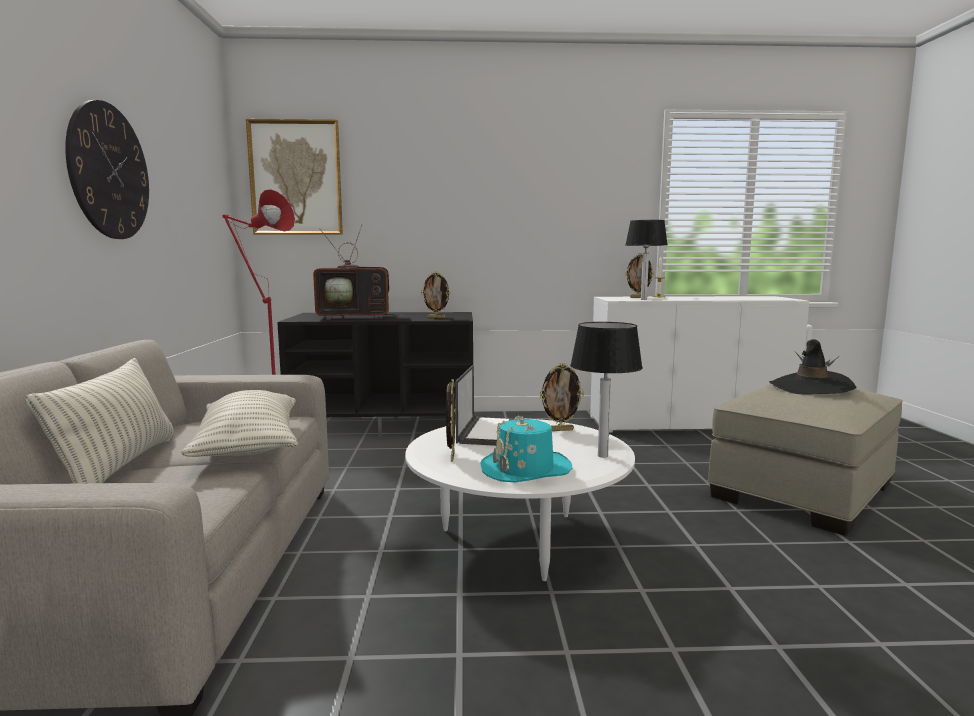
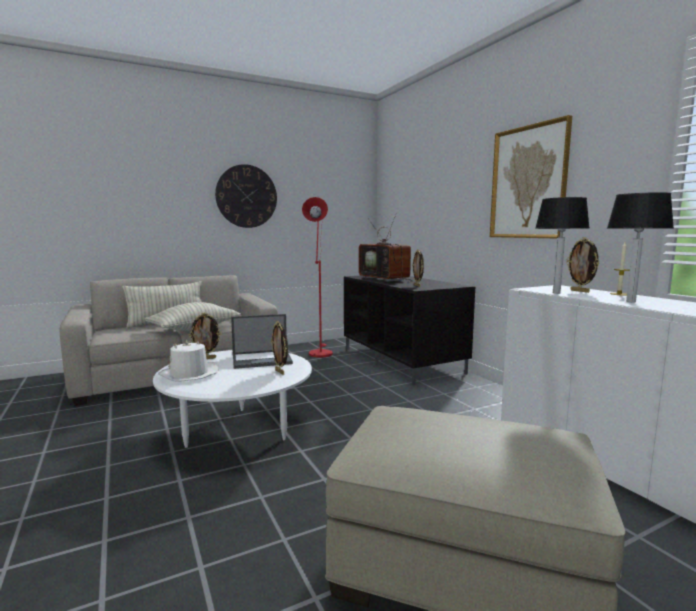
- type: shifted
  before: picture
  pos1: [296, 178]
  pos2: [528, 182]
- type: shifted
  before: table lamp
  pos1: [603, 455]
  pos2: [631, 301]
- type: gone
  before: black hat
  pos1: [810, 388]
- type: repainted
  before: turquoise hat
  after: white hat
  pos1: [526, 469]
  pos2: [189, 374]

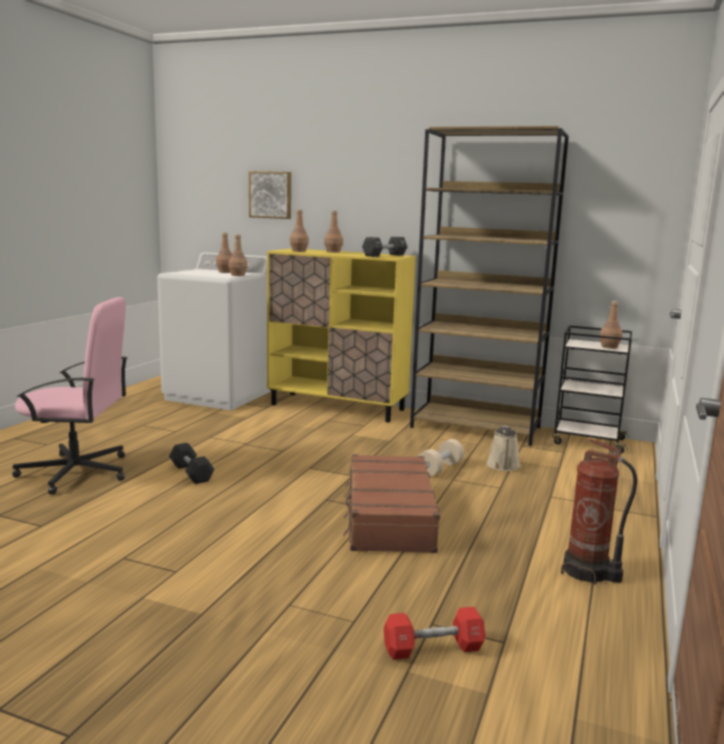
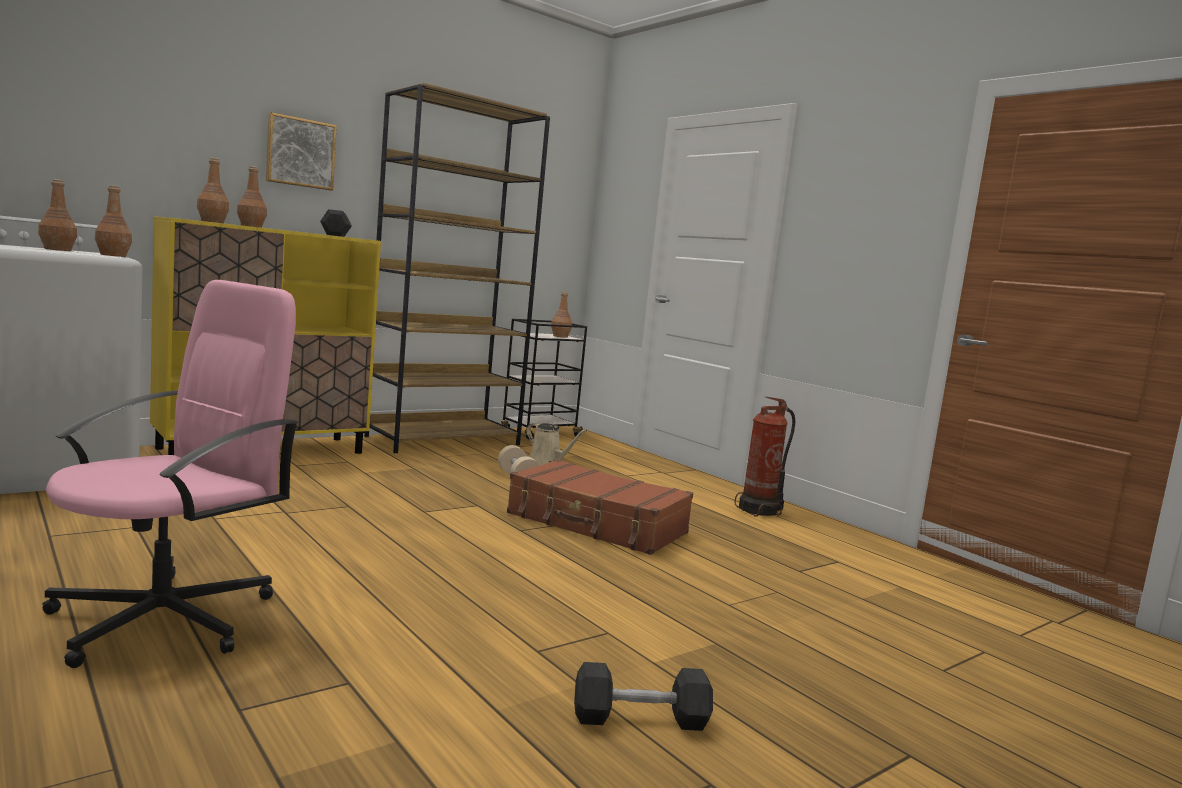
- type: shifted
  before: picture
  pos1: [271, 195]
  pos2: [300, 152]
- type: shifted
  before: black dumbbell
  pos1: [191, 473]
  pos2: [640, 719]
- type: gone
  before: red dumbbell
  pos1: [433, 648]

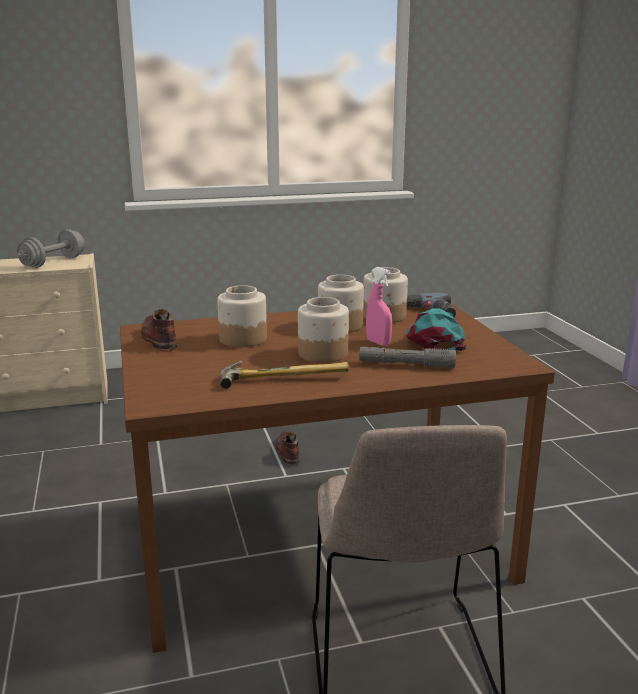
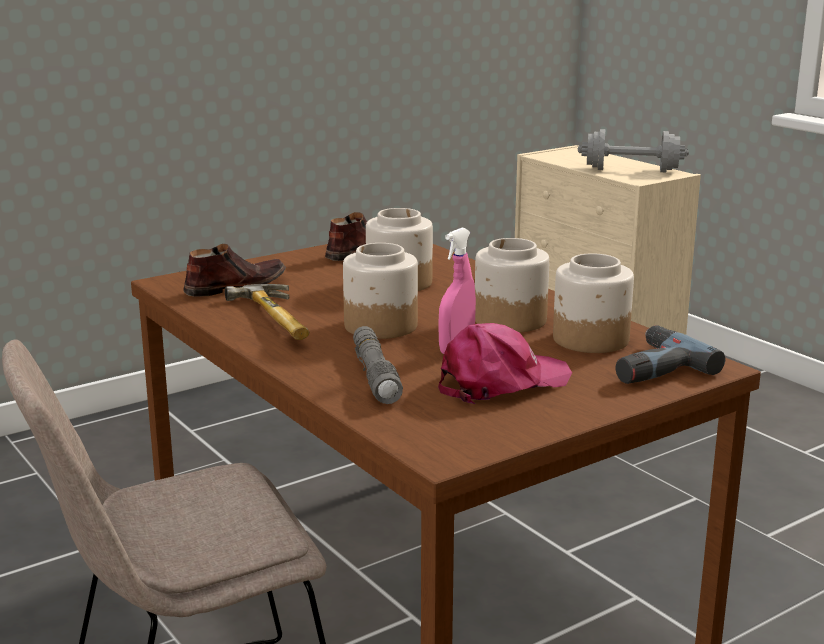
- type: repainted
  before: turquoise cap
  after: pink cap
  pos1: [434, 341]
  pos2: [500, 382]
- type: shifted
  before: brown shoe
  pos1: [287, 452]
  pos2: [235, 286]

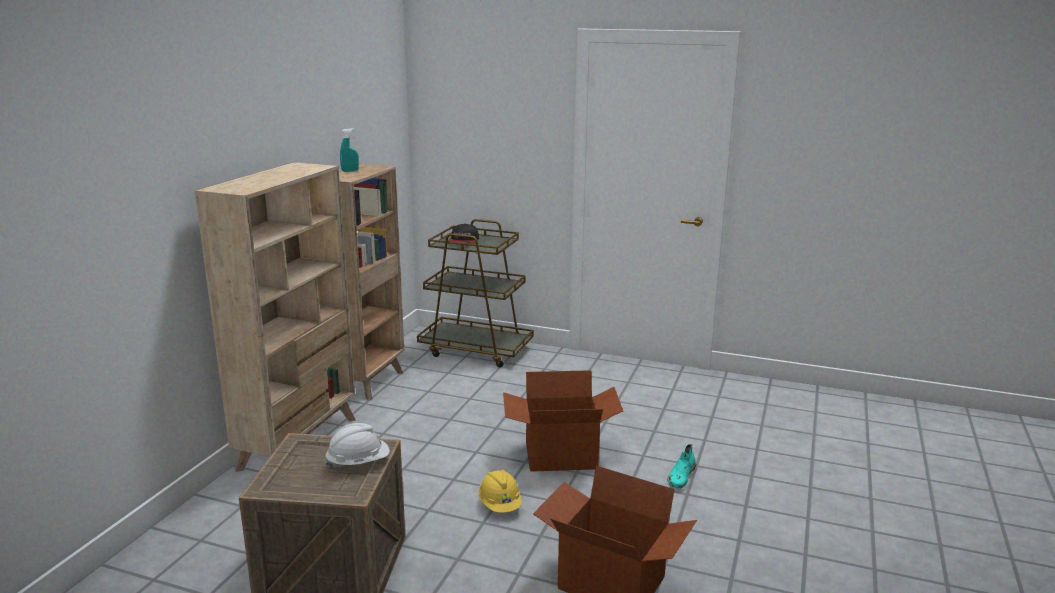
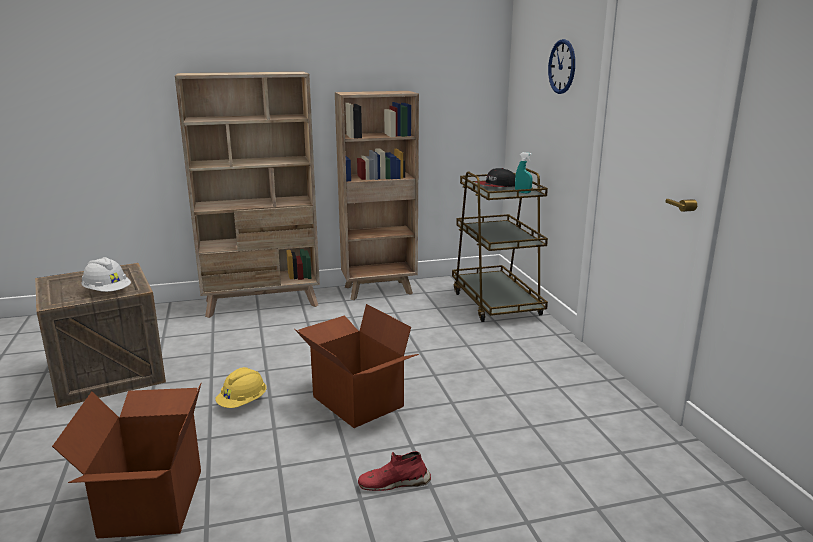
- type: shifted
  before: turquoise spray bottle
  pos1: [350, 171]
  pos2: [522, 192]
- type: repainted
  before: turquoise shoe
  after: red shoe
  pos1: [681, 476]
  pos2: [394, 483]
- type: new
  after: wall clock
  pos2: [562, 66]

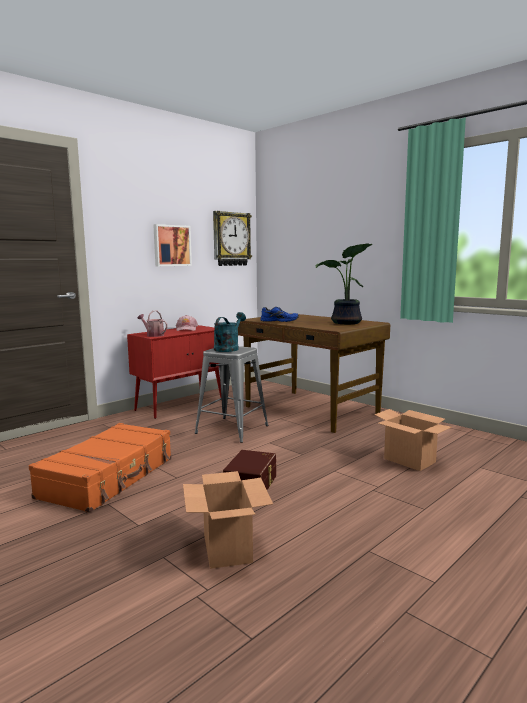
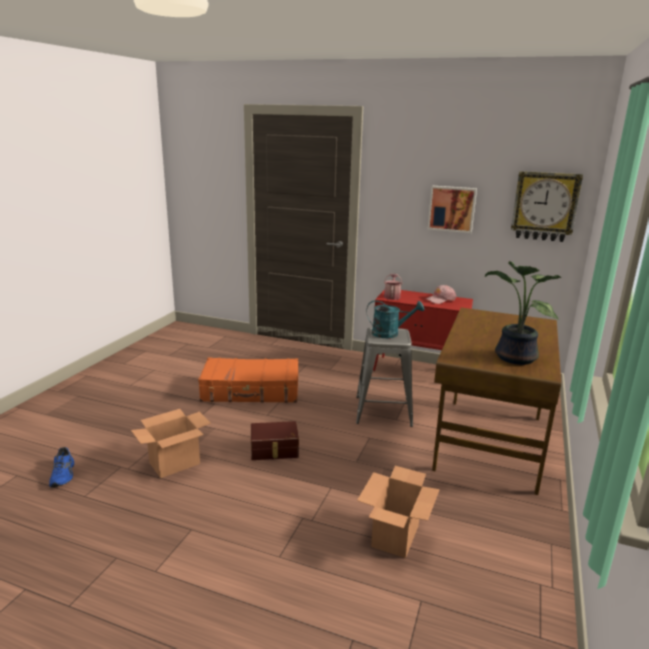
- type: shifted
  before: blue shoe
  pos1: [279, 321]
  pos2: [64, 475]

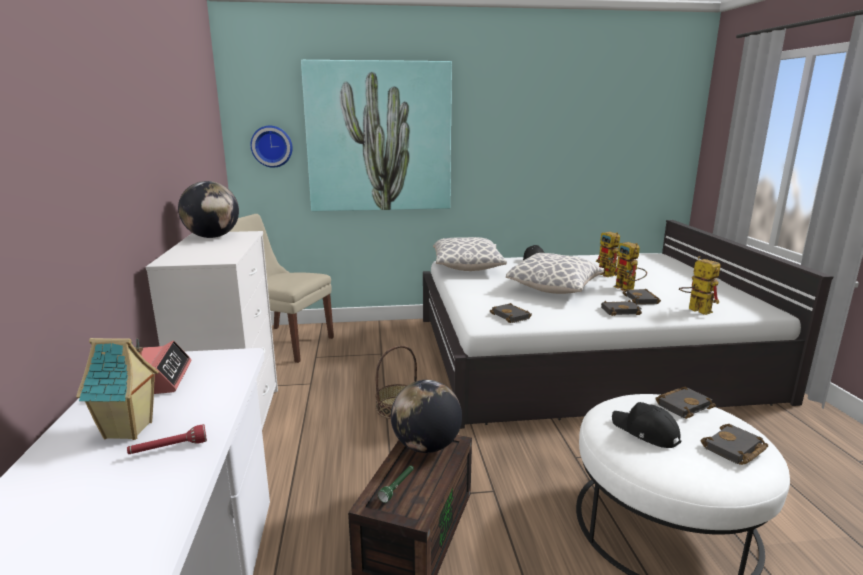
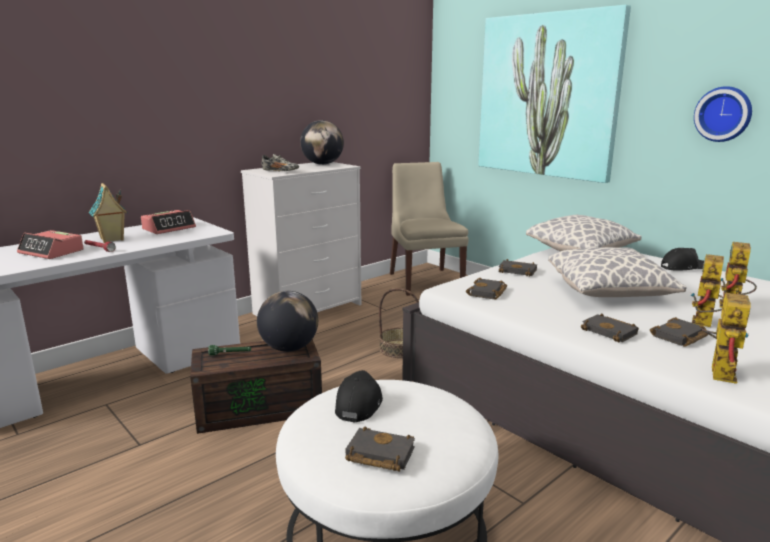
- type: shifted
  before: wall clock
  pos1: [272, 146]
  pos2: [723, 114]
- type: shifted
  before: black book
  pos1: [683, 405]
  pos2: [518, 271]
- type: new
  after: shoe
  pos2: [280, 171]
- type: new
  after: alarm clock
  pos2: [51, 252]

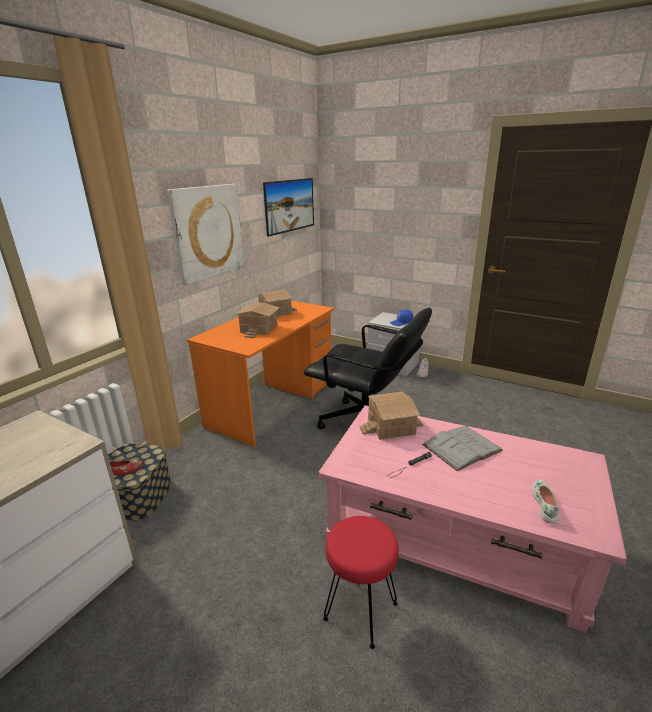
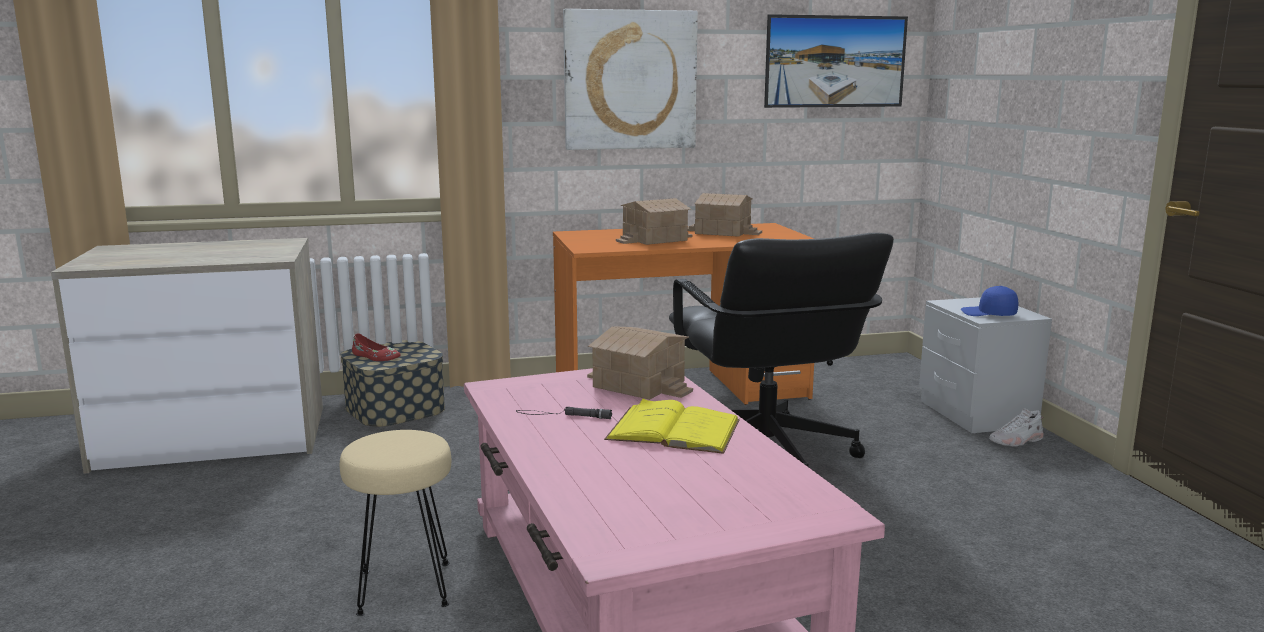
- type: repainted
  before: grey book
  after: yellow book
  pos1: [462, 447]
  pos2: [673, 430]
- type: gone
  before: white shoe
  pos1: [545, 504]
- type: repainted
  before: red stool
  after: beige stool
  pos1: [360, 610]
  pos2: [405, 587]

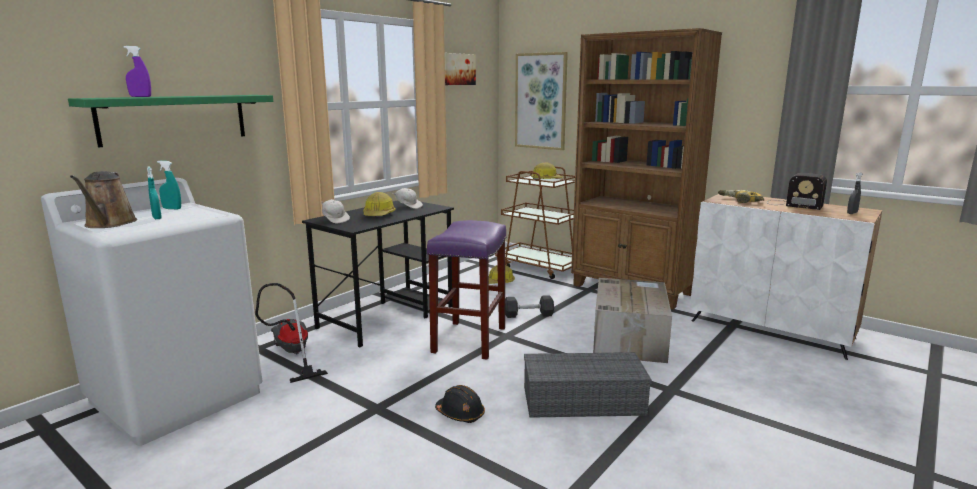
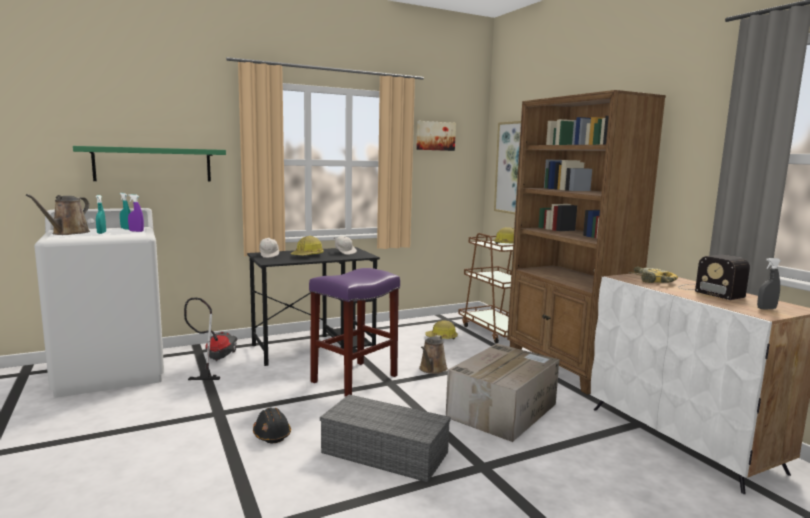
- type: shifted
  before: purple spray bottle
  pos1: [140, 96]
  pos2: [136, 231]
- type: swapped
  before: grey dumbbell
  after: brown watering can
  pos1: [528, 315]
  pos2: [432, 369]

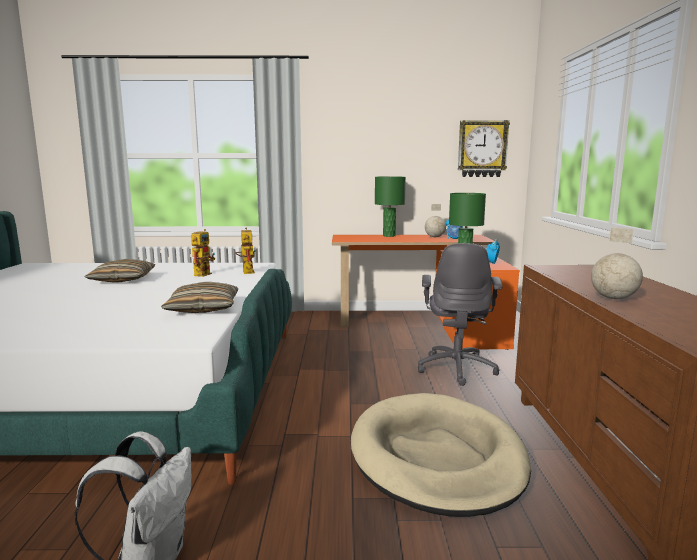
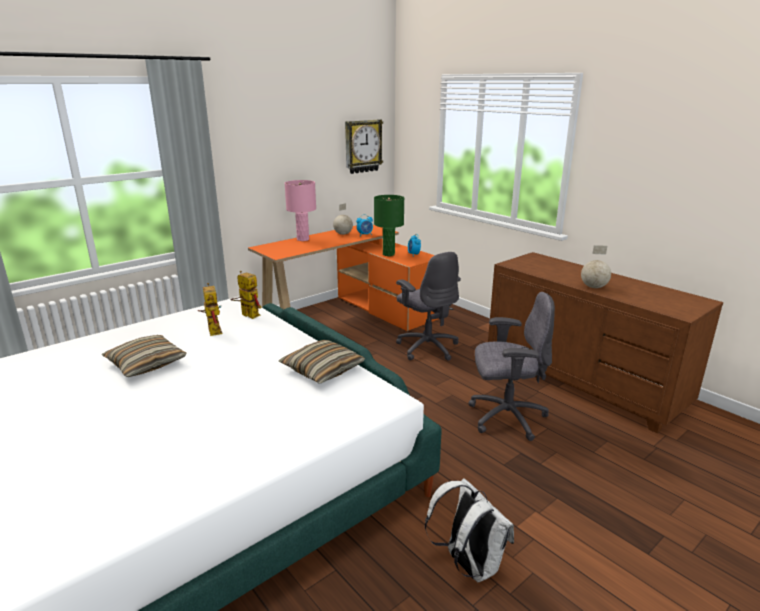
- type: repainted
  before: green table lamp
  after: pink table lamp
  pos1: [389, 236]
  pos2: [303, 239]
- type: swapped
  before: beige dog bed
  after: grey office chair
  pos1: [437, 457]
  pos2: [505, 417]

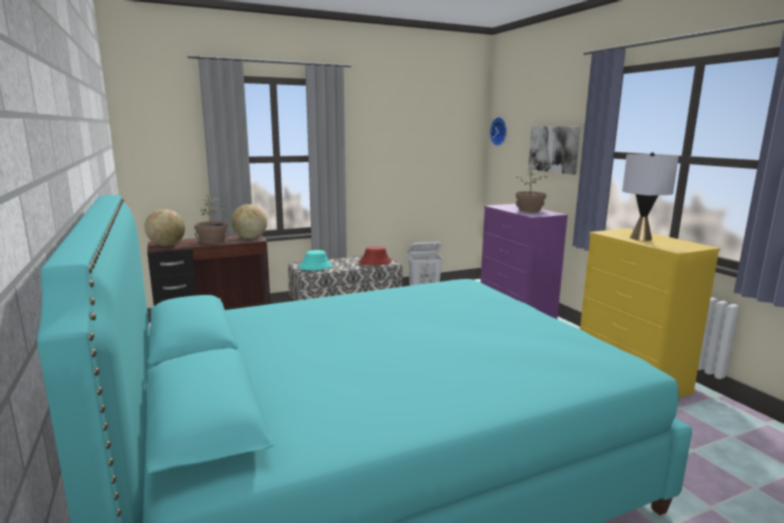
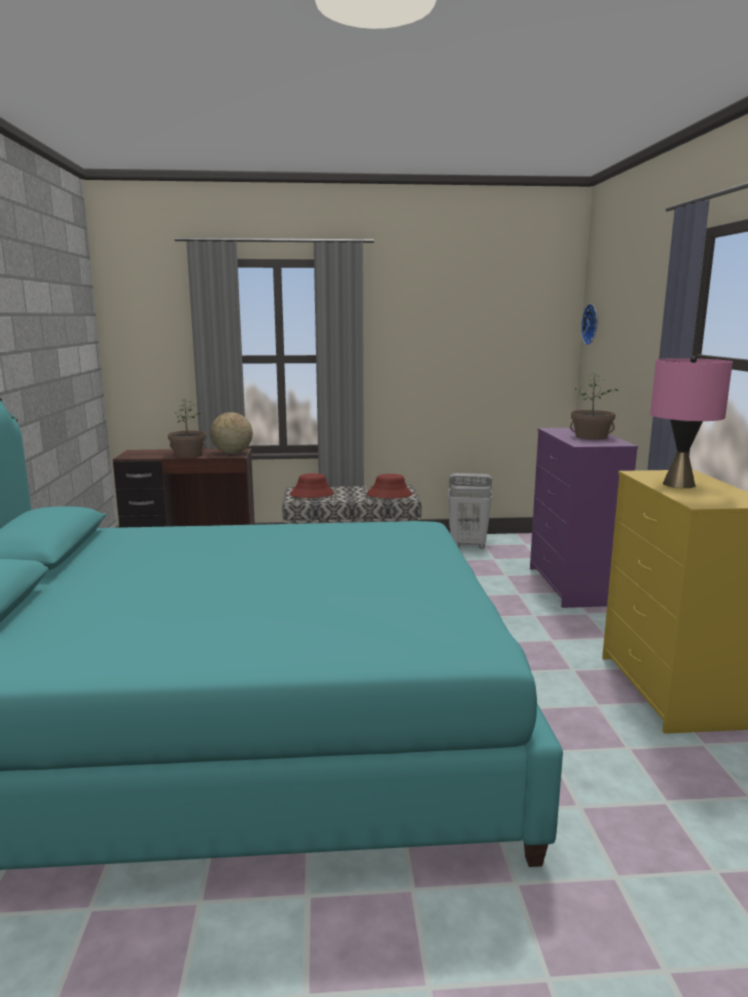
- type: gone
  before: picture
  pos1: [554, 149]
- type: repainted
  before: grey table lamp
  after: pink table lamp
  pos1: [640, 238]
  pos2: [678, 484]
- type: gone
  before: globe
  pos1: [167, 245]
- type: repainted
  before: turquoise hat
  after: red hat
  pos1: [315, 267]
  pos2: [312, 494]

